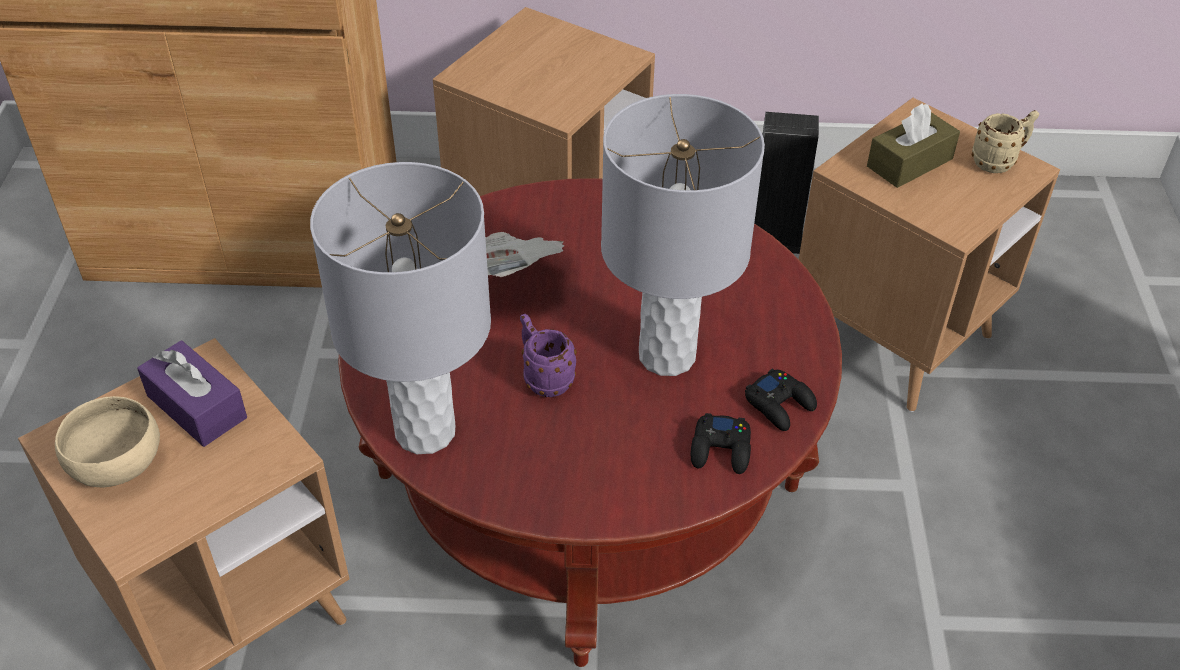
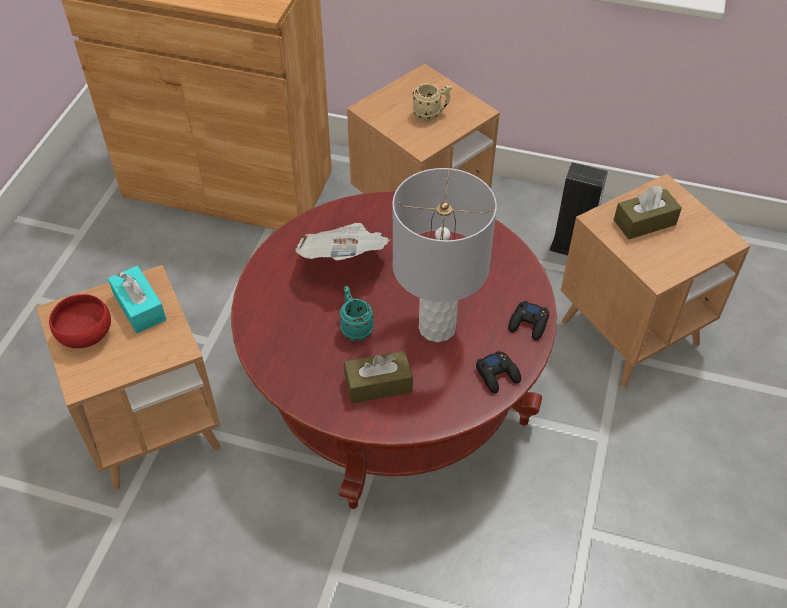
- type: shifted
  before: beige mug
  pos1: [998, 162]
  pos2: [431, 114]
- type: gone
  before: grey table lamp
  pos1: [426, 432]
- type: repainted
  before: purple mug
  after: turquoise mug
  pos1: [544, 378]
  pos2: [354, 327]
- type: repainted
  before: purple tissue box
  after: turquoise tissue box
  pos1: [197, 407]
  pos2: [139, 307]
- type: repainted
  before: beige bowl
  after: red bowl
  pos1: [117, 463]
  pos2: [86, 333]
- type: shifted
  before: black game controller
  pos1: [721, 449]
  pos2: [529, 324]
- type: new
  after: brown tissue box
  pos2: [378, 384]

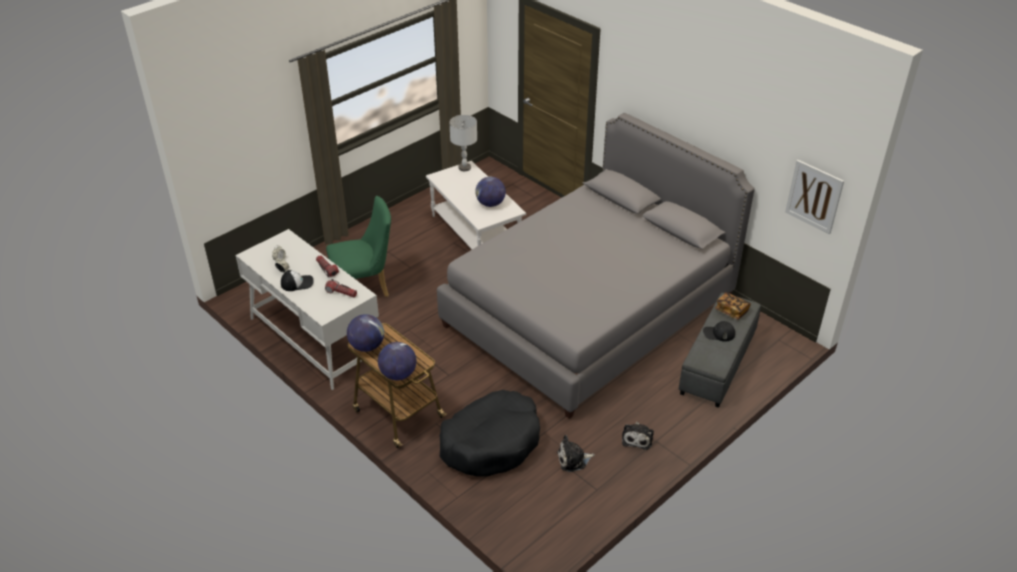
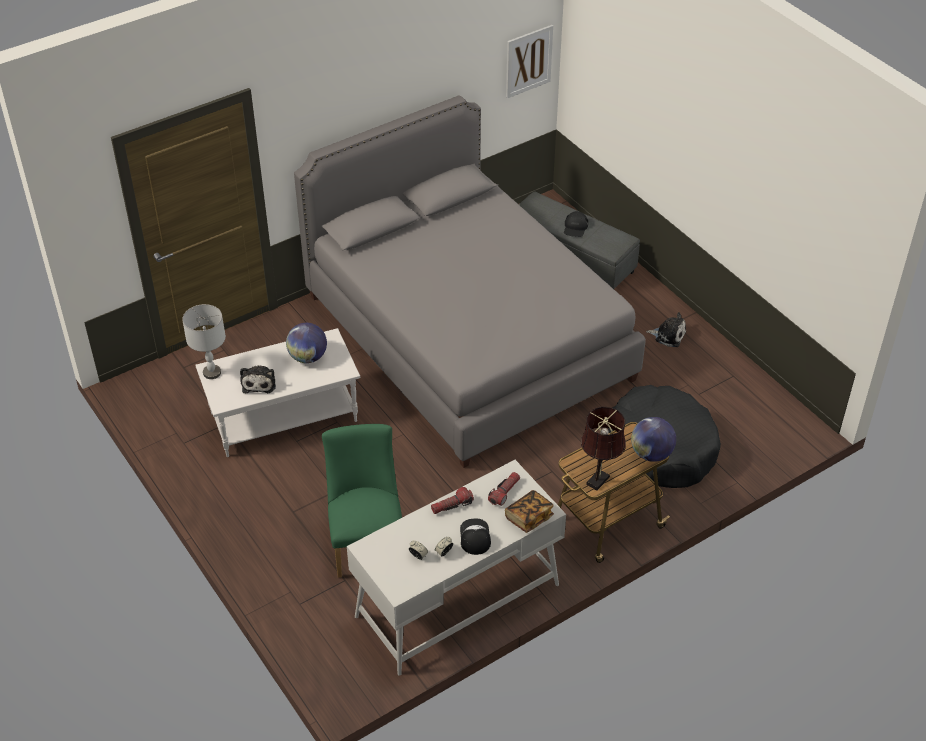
- type: shifted
  before: book
  pos1: [731, 311]
  pos2: [529, 517]
- type: swapped
  before: globe
  after: brown table lamp
  pos1: [367, 346]
  pos2: [599, 479]
- type: shifted
  before: plush toy
  pos1: [573, 459]
  pos2: [259, 382]

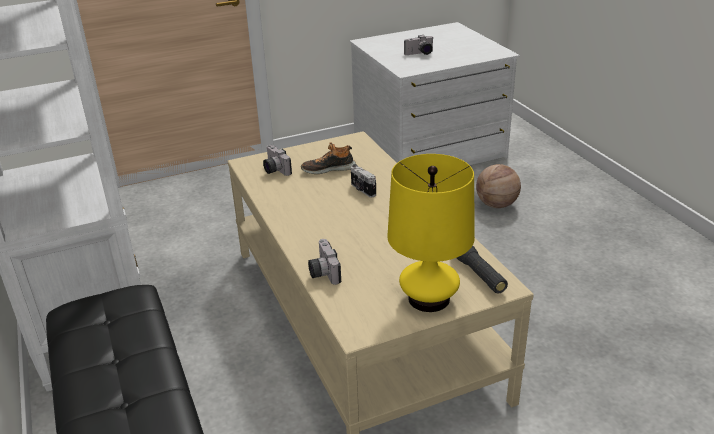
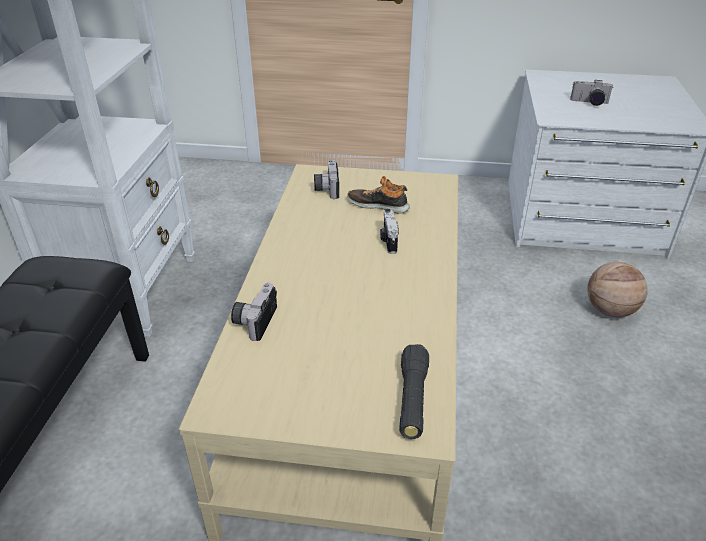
- type: gone
  before: yellow table lamp
  pos1: [429, 298]

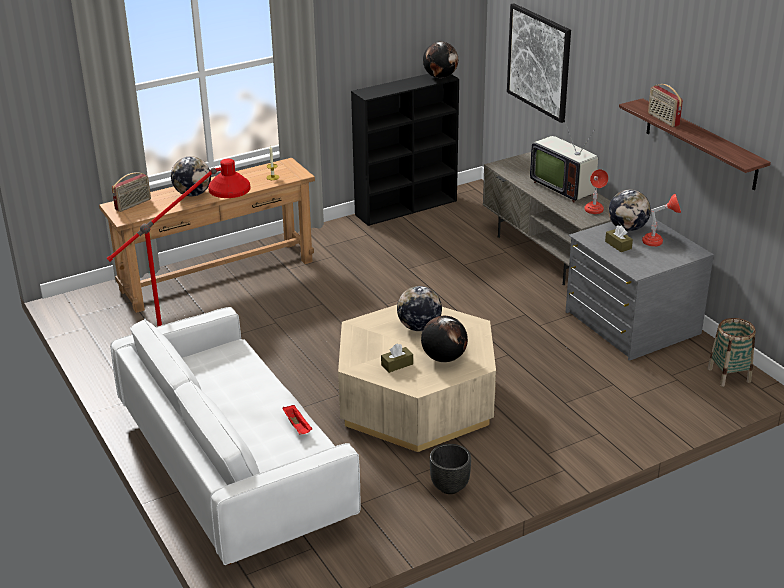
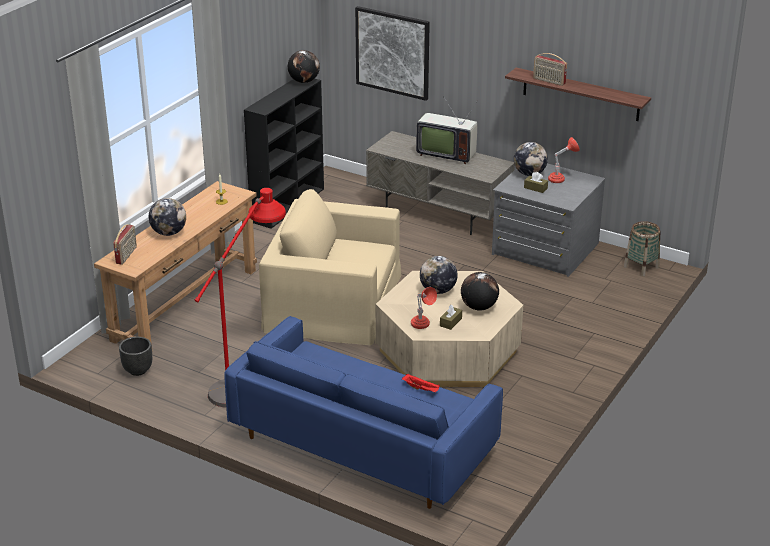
- type: shifted
  before: red table lamp
  pos1: [594, 213]
  pos2: [422, 327]
- type: repainted
  before: white sofa
  after: blue sofa
  pos1: [235, 468]
  pos2: [363, 444]
- type: shifted
  before: black planter
  pos1: [450, 487]
  pos2: [138, 370]
- type: new
  after: beige armchair
  pos2: [333, 302]

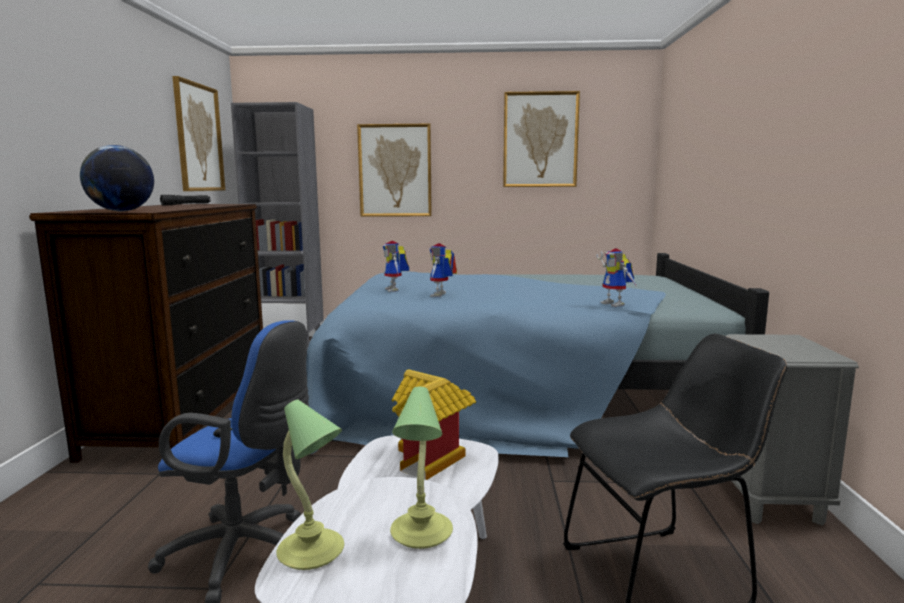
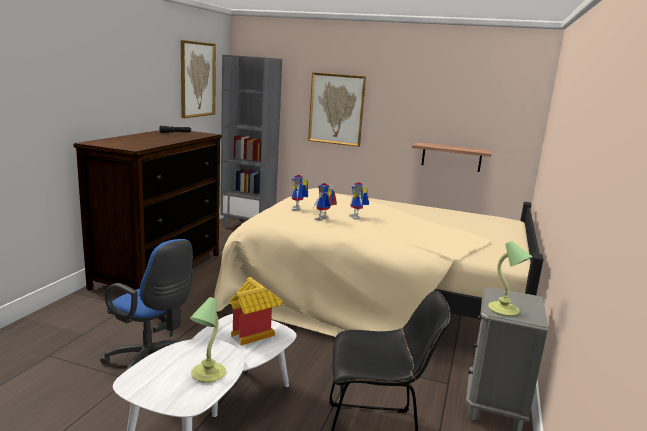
- type: gone
  before: picture
  pos1: [540, 140]
- type: gone
  before: globe
  pos1: [121, 211]
- type: shifted
  before: toy robot
  pos1: [616, 304]
  pos2: [357, 217]
- type: repainted
  before: blue bed
  after: beige bed
  pos1: [517, 395]
  pos2: [379, 295]
- type: shifted
  before: table lamp
  pos1: [312, 552]
  pos2: [504, 310]
- type: new
  after: shelf
  pos2: [451, 157]

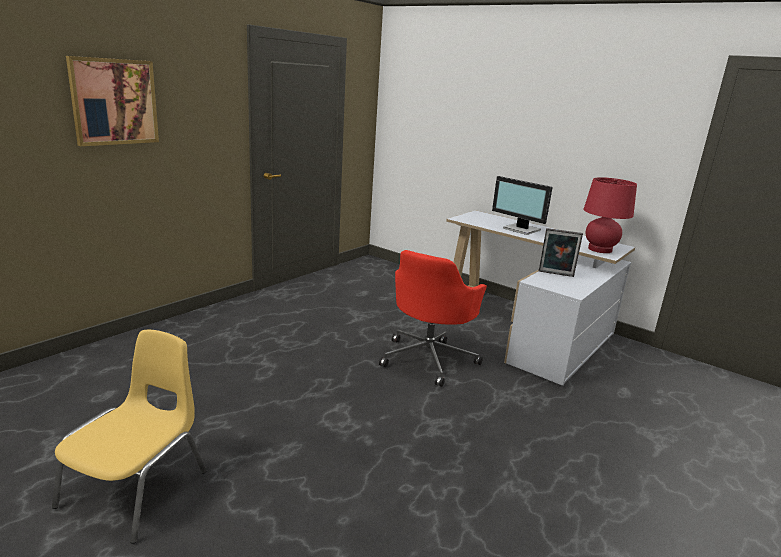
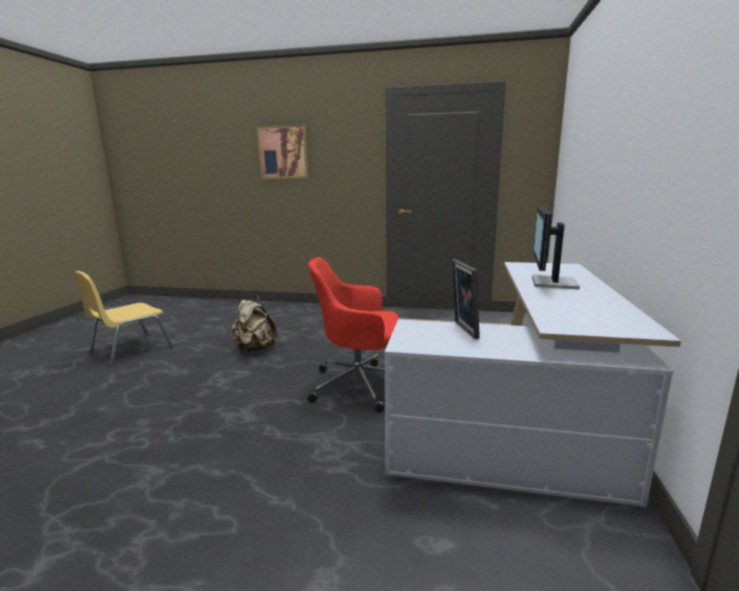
- type: gone
  before: red table lamp
  pos1: [600, 249]
- type: rotated
  before: yellow chair
  pos1: [137, 488]
  pos2: [129, 350]
  turn: 135
- type: new
  after: beige backpack
  pos2: [254, 350]

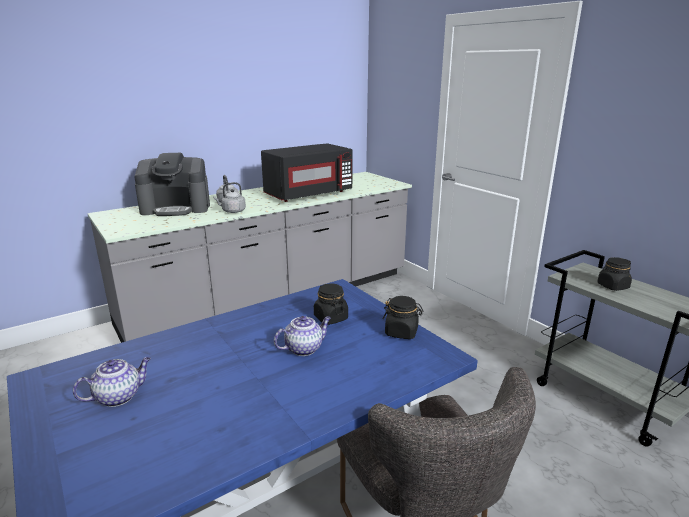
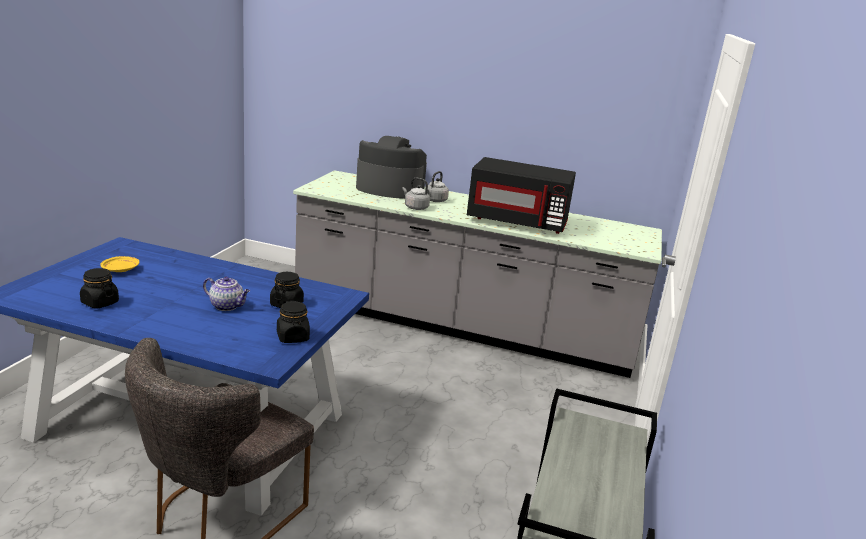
- type: rotated
  before: coffee machine
  pos1: [176, 208]
  pos2: [389, 189]
  turn: 150
- type: shifted
  before: black jar
  pos1: [612, 286]
  pos2: [99, 303]
- type: swapped
  before: teapot
  after: yellow plate
  pos1: [119, 396]
  pos2: [120, 269]

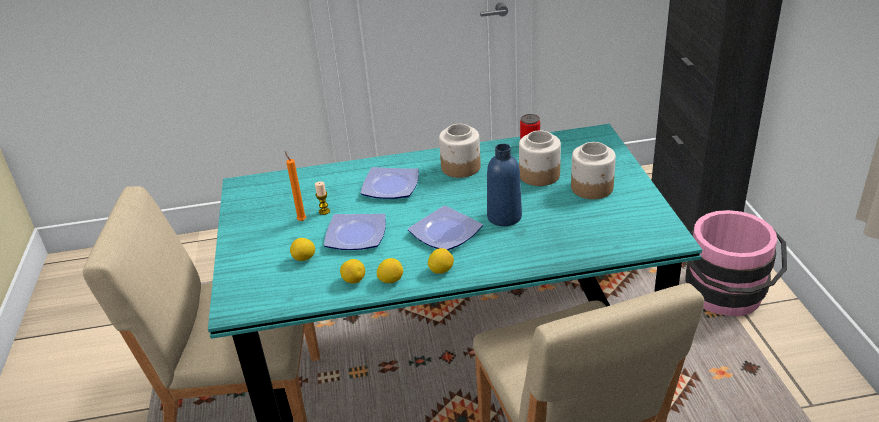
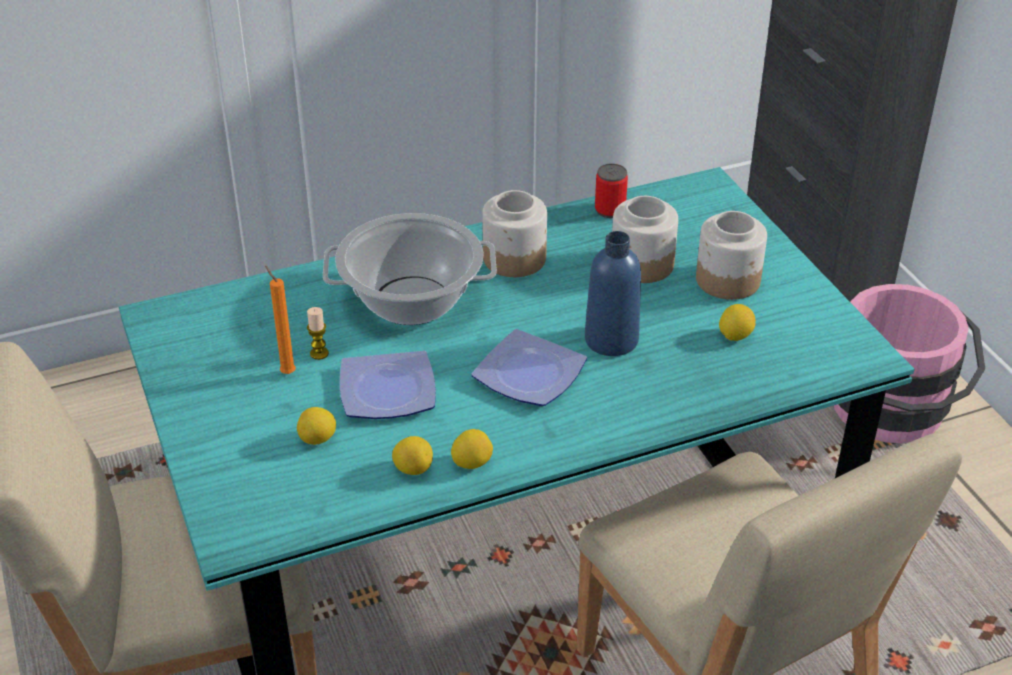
- type: swapped
  before: plate
  after: cooking pot
  pos1: [389, 187]
  pos2: [411, 302]
- type: shifted
  before: lemon
  pos1: [441, 270]
  pos2: [735, 336]

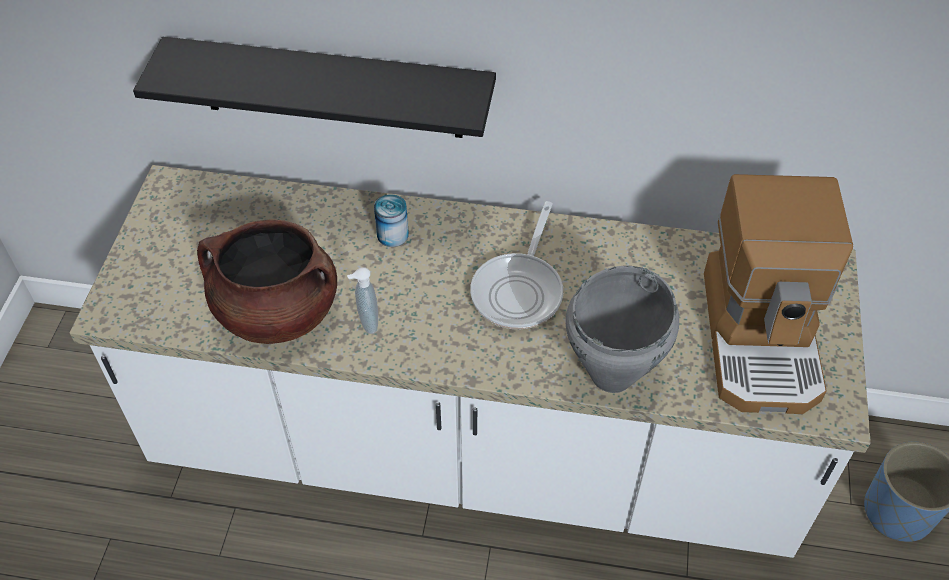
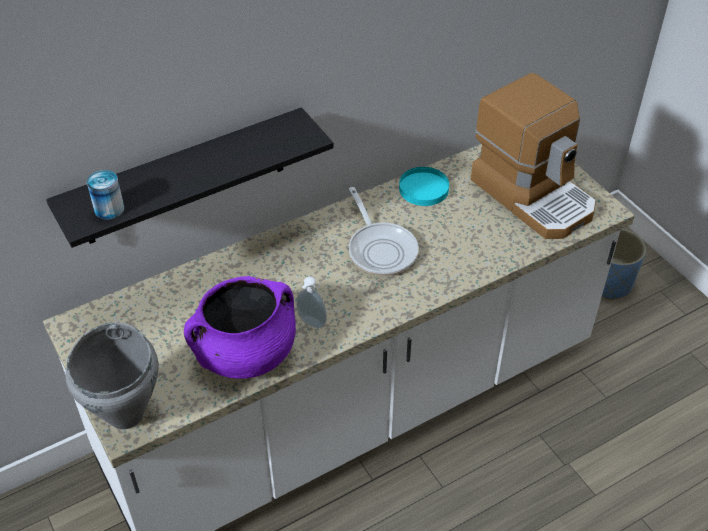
- type: shifted
  before: can
  pos1: [392, 234]
  pos2: [109, 209]
- type: repainted
  before: brown cooking pot
  after: purple cooking pot
  pos1: [277, 312]
  pos2: [245, 353]
- type: shifted
  before: grey cooking pot
  pos1: [613, 375]
  pos2: [126, 414]
- type: new
  after: turquoise plate
  pos2: [424, 188]

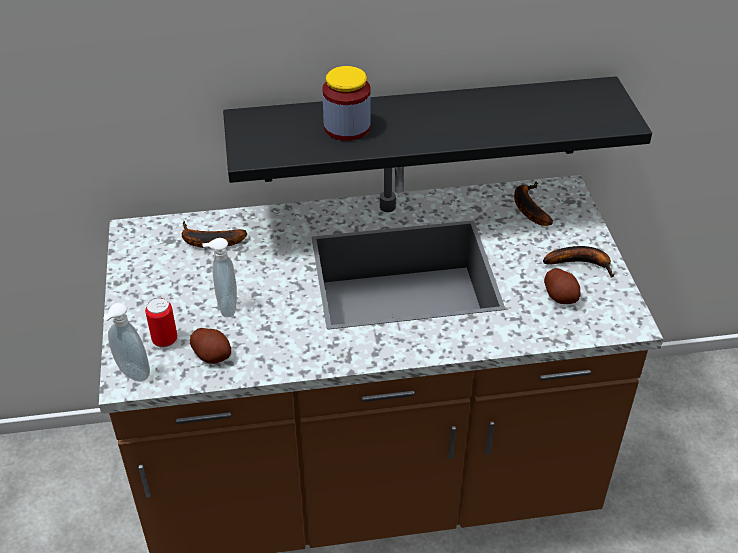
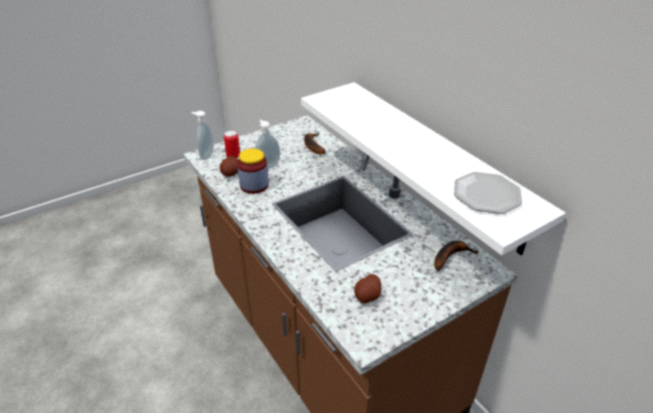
- type: shifted
  before: jar
  pos1: [347, 127]
  pos2: [254, 185]
- type: repainted
  before: black shelf
  after: white shelf
  pos1: [422, 130]
  pos2: [436, 163]
- type: gone
  before: banana
  pos1: [581, 263]
- type: new
  after: plate
  pos2: [487, 195]

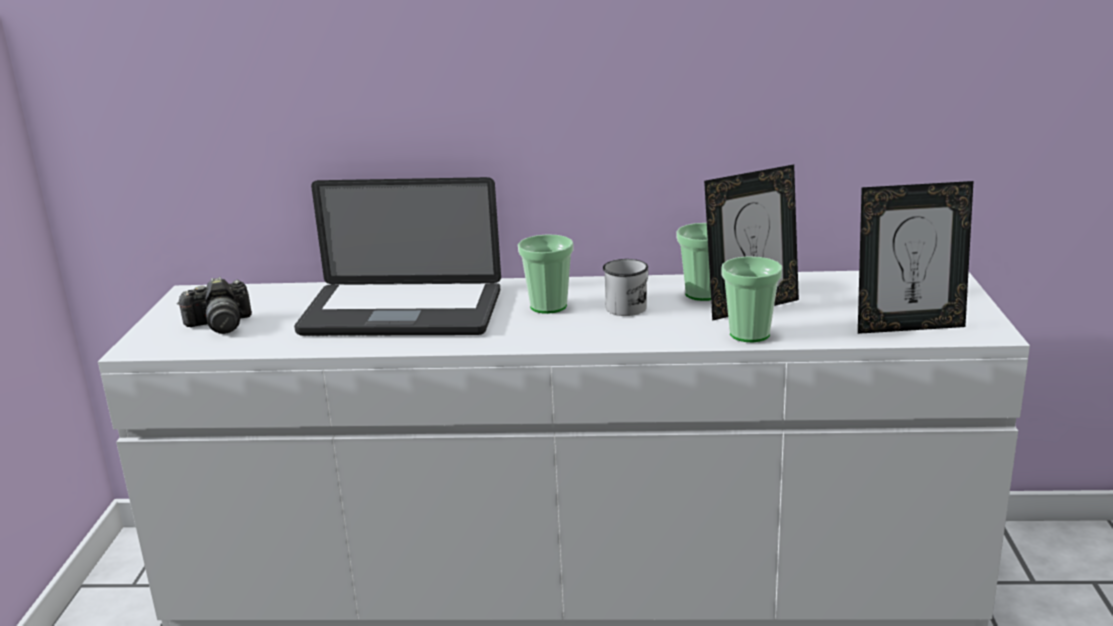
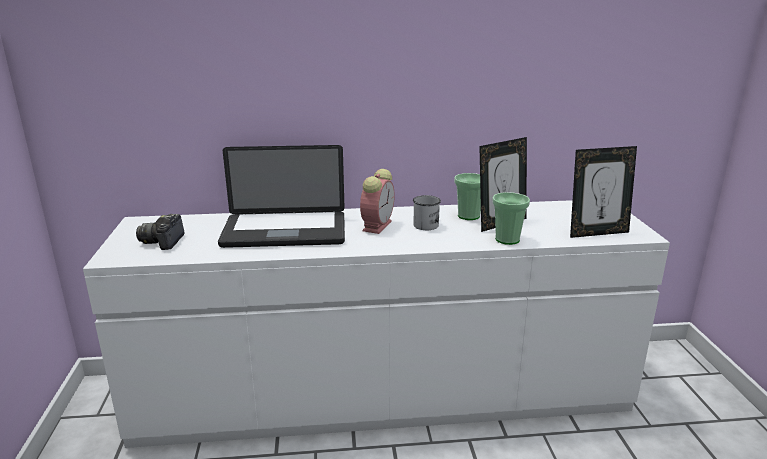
- type: swapped
  before: cup
  after: alarm clock
  pos1: [548, 306]
  pos2: [377, 225]
- type: rotated
  before: photo camera
  pos1: [220, 325]
  pos2: [164, 242]
  turn: 120

